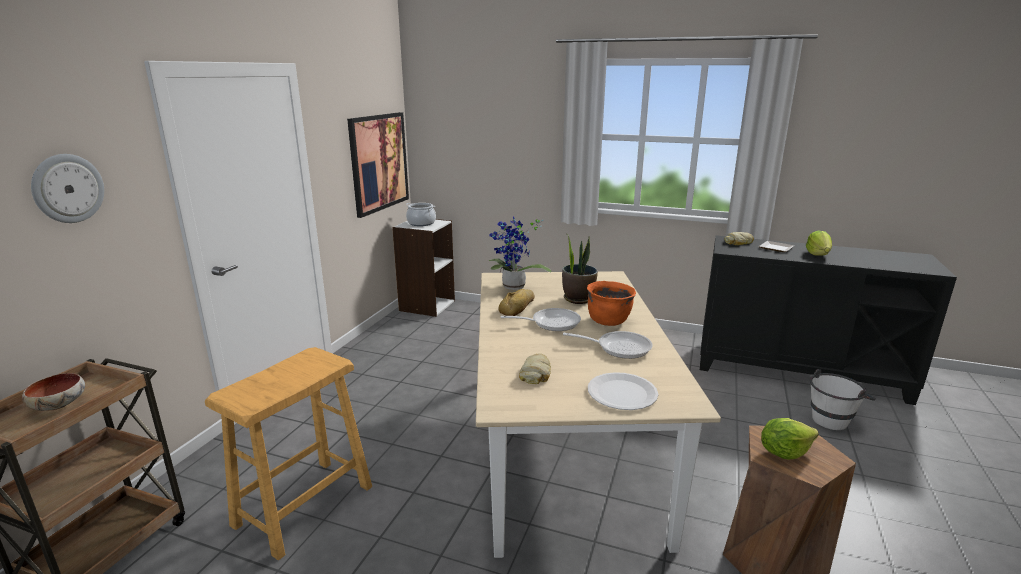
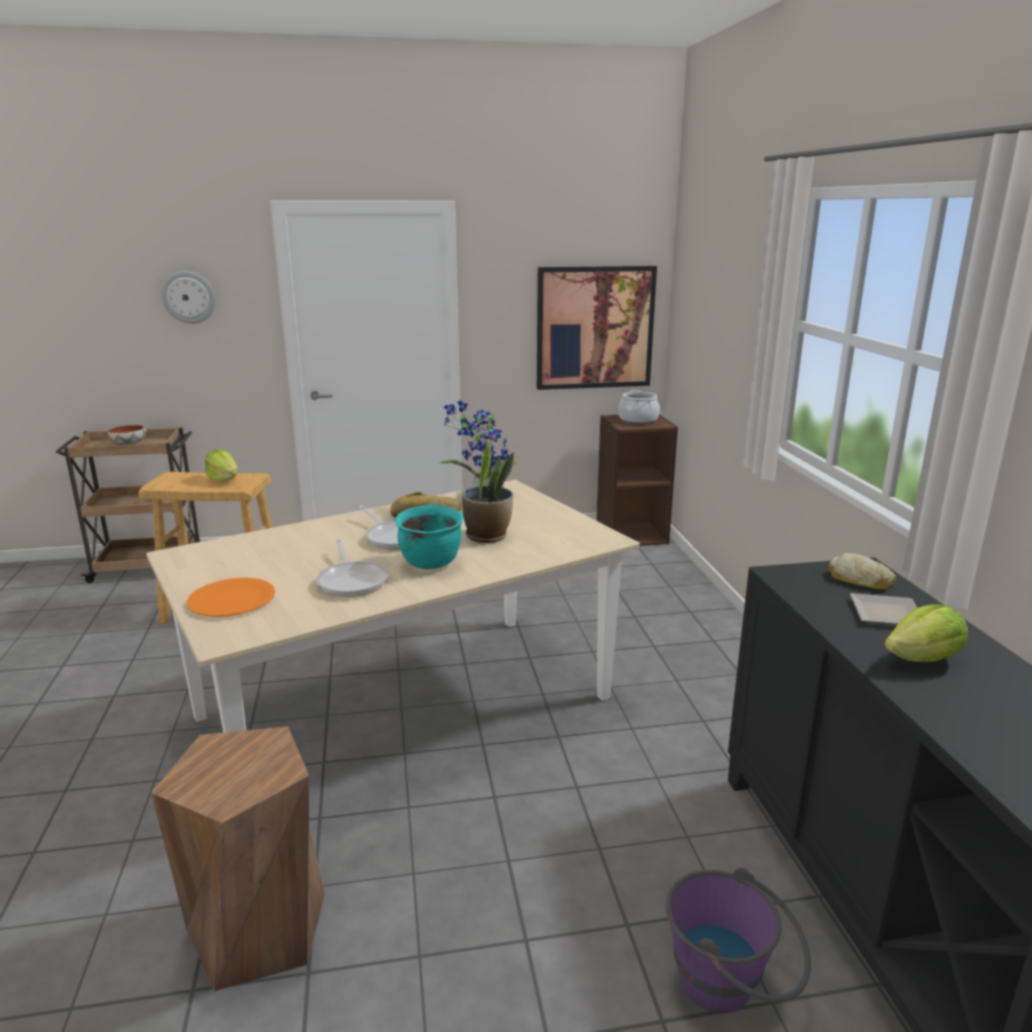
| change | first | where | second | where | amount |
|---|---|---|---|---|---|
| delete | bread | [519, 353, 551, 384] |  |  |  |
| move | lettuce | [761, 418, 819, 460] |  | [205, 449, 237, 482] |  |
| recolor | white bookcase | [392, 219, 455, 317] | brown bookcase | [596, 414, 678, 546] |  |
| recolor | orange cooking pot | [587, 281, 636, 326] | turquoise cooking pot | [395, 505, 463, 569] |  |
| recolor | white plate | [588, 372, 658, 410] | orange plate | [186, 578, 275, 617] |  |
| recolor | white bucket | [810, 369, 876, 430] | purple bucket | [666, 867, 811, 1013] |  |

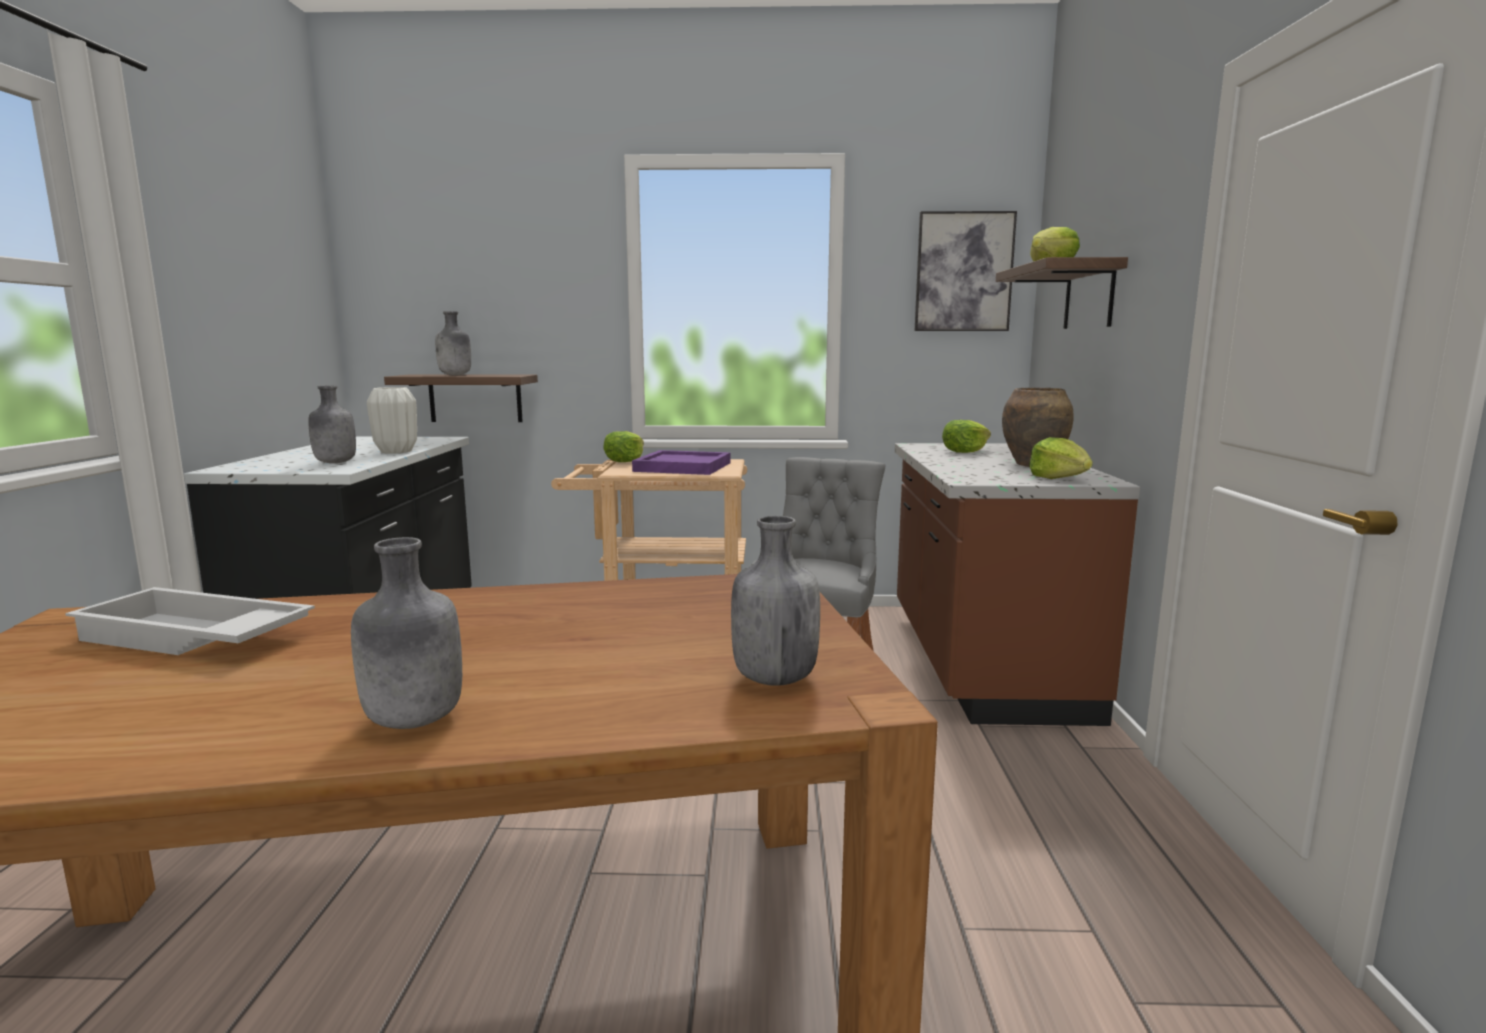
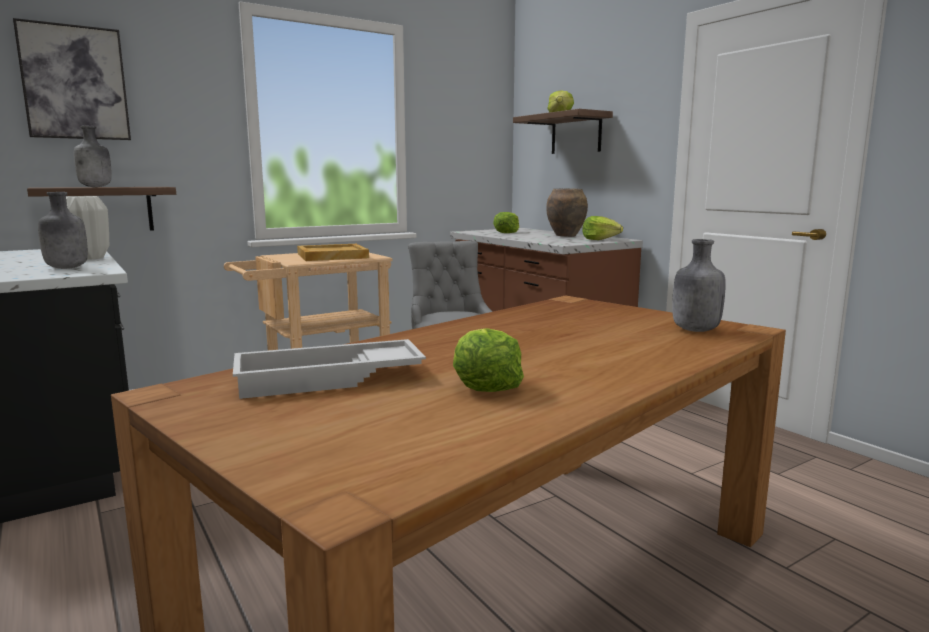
| change | first | where | second | where | amount |
|---|---|---|---|---|---|
| delete | grey bottle | [351, 537, 462, 729] |  |  |  |
| move | lettuce | [603, 431, 644, 462] |  | [453, 328, 524, 392] |  |
| move | picture | [915, 211, 1017, 331] |  | [13, 18, 131, 140] |  |
| recolor | purple tray | [632, 450, 731, 475] | beige tray | [297, 244, 369, 261] |  |

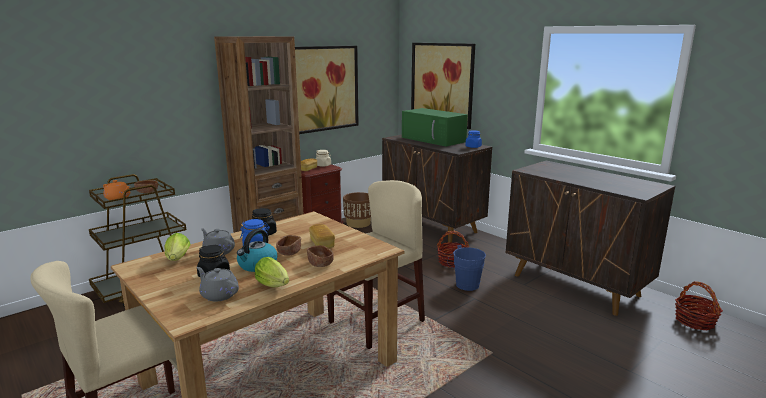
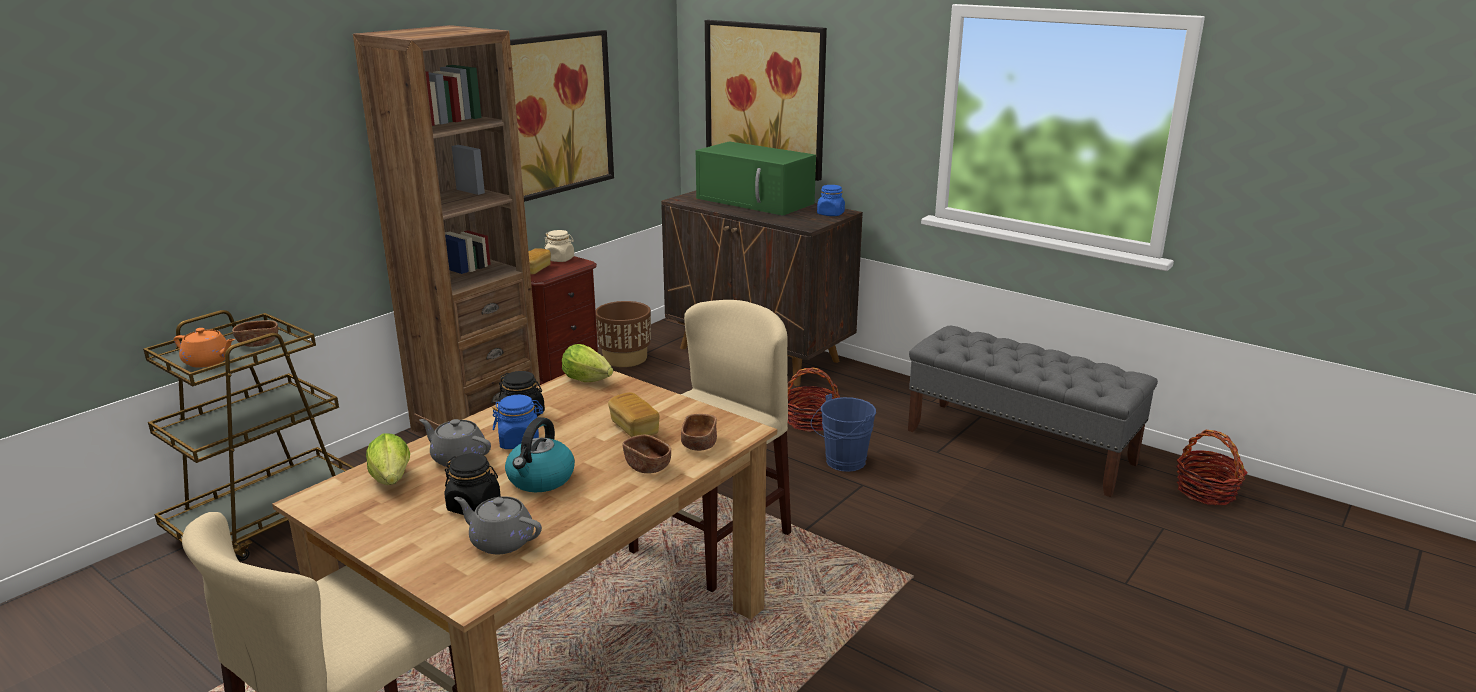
| change | first | where | second | where | amount |
|---|---|---|---|---|---|
| move | lettuce | [255, 257, 289, 287] |  | [562, 344, 613, 382] |  |
| move | brown bowl | [276, 235, 301, 256] |  | [681, 414, 717, 451] |  |
| replace | brown cabinet | [506, 161, 675, 316] | grey bench | [908, 326, 1158, 497] |  |

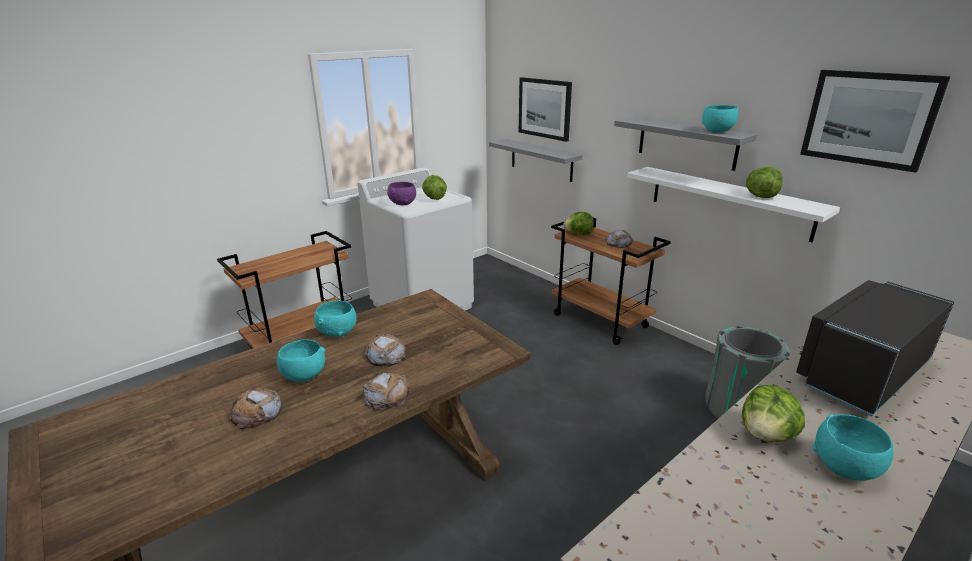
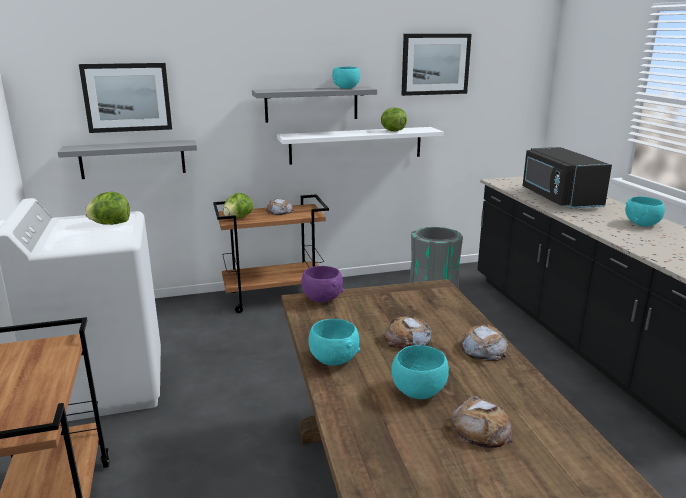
| change | first | where | second | where | amount |
|---|---|---|---|---|---|
| delete | lettuce | [742, 385, 805, 442] |  |  |  |
| move | purple bowl | [387, 182, 416, 205] |  | [301, 266, 344, 302] |  |

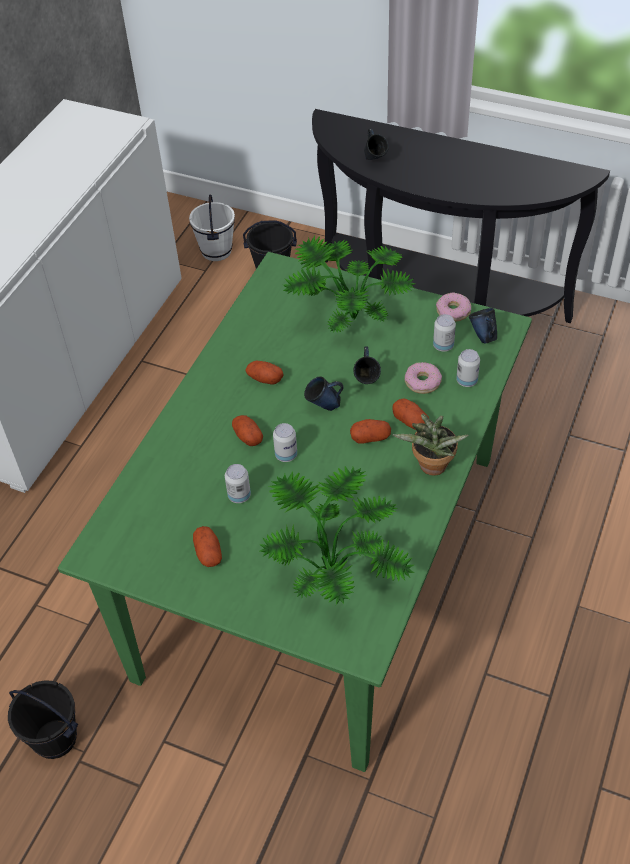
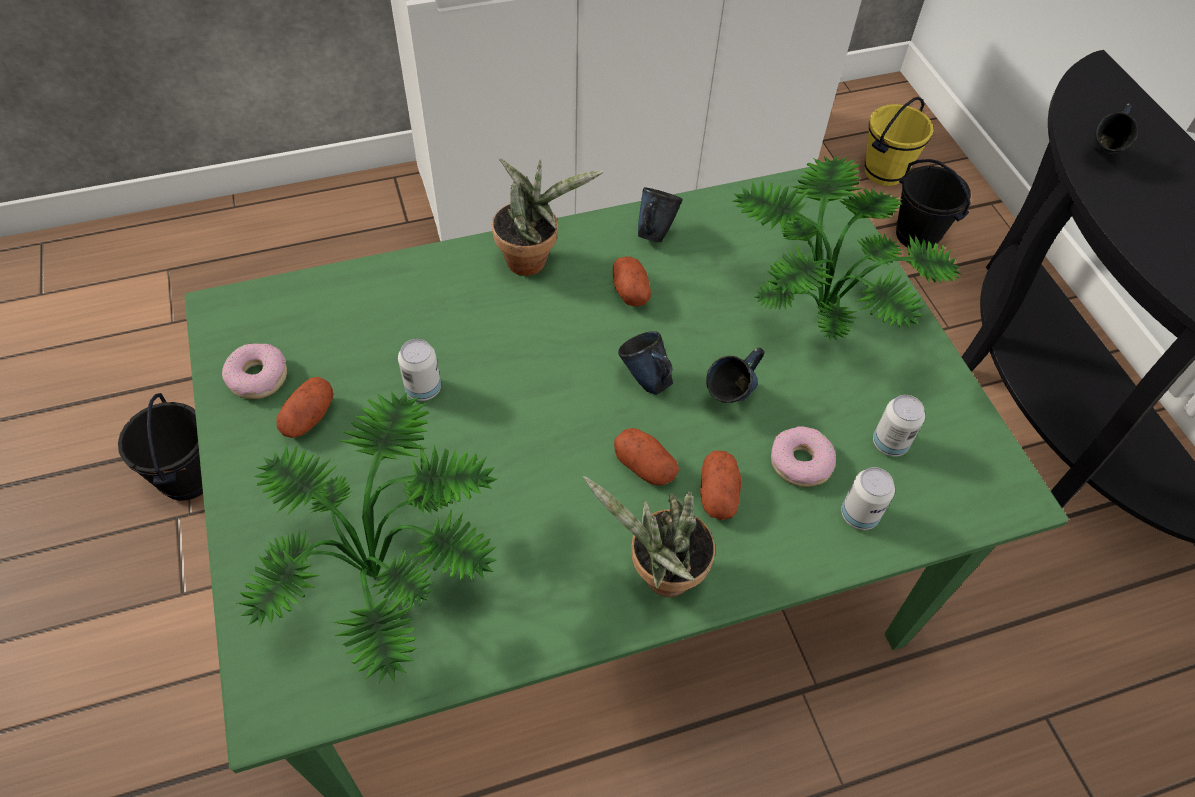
| change | first | where | second | where | amount |
|---|---|---|---|---|---|
| delete | potato | [232, 415, 263, 446] |  |  |  |
| delete | can | [273, 423, 297, 462] |  |  |  |
| insert |  |  | potted plant | [492, 159, 603, 276] |  |
| move | donut | [436, 293, 471, 322] |  | [222, 343, 287, 399] |  |
| move | blue mug | [469, 308, 497, 344] |  | [638, 187, 683, 242] |  |
| recolor | white bucket | [189, 194, 235, 261] | yellow bucket | [865, 97, 933, 186] |  |

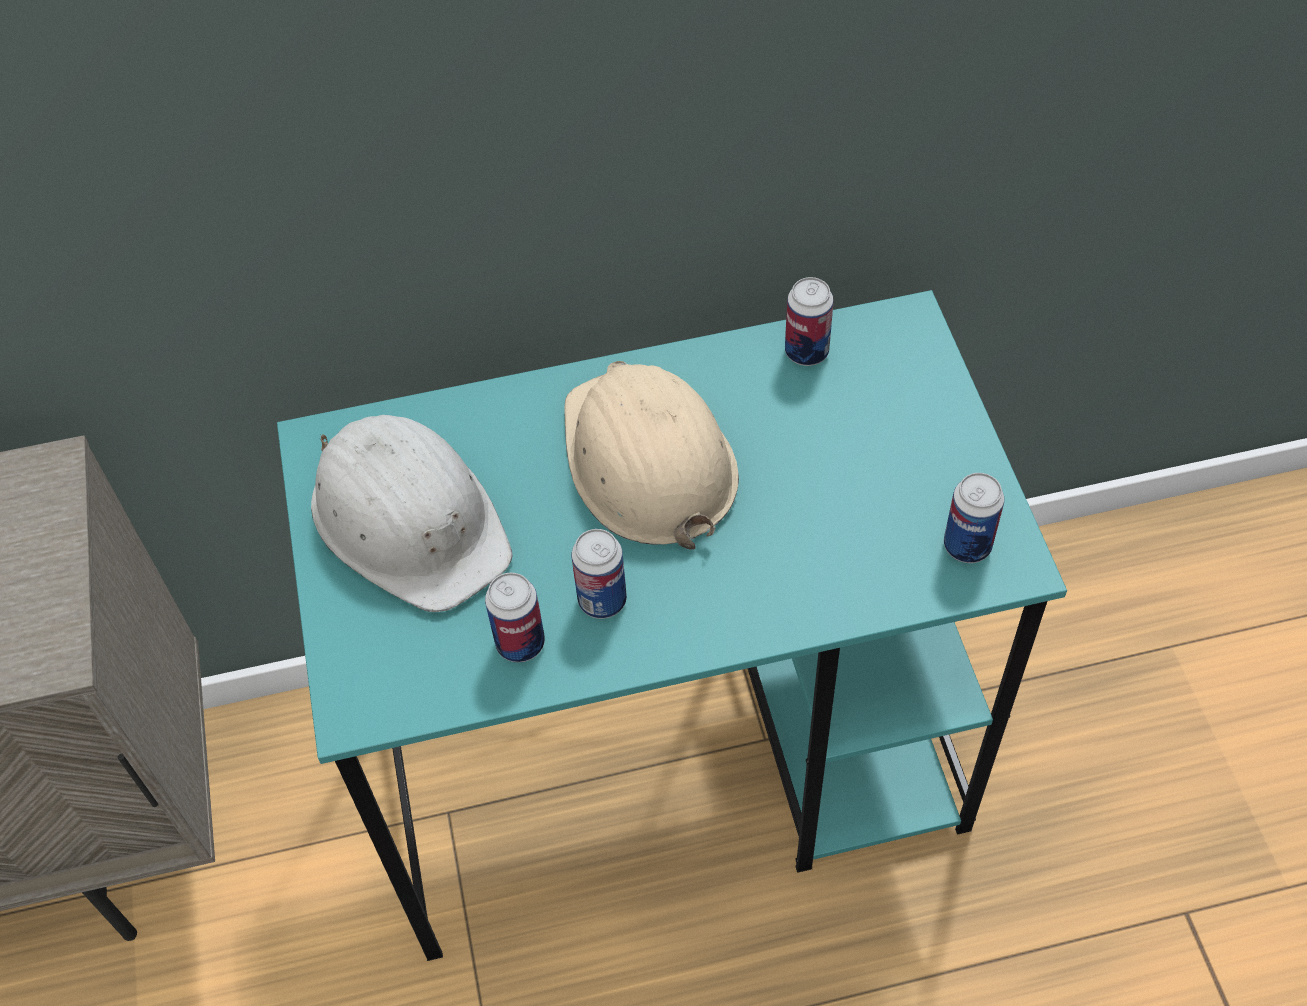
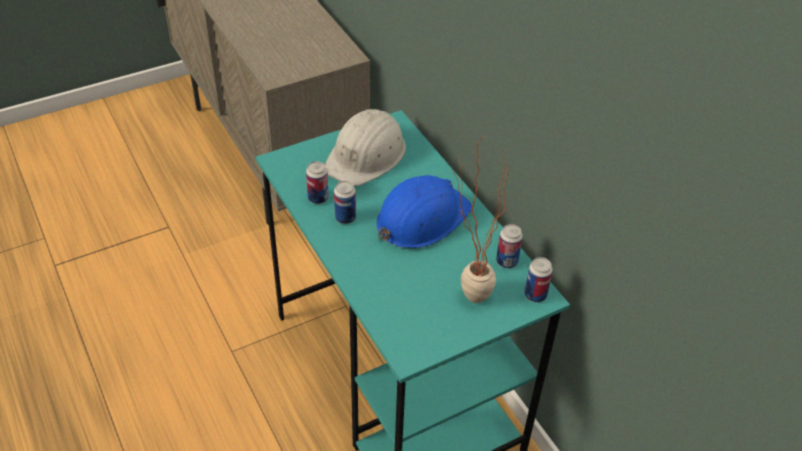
| change | first | where | second | where | amount |
|---|---|---|---|---|---|
| insert |  |  | potted plant | [451, 136, 509, 303] |  |
| move | can | [944, 473, 1004, 563] |  | [524, 257, 553, 303] |  |
| recolor | beige hard hat | [564, 361, 739, 550] | blue hard hat | [376, 175, 472, 248] |  |

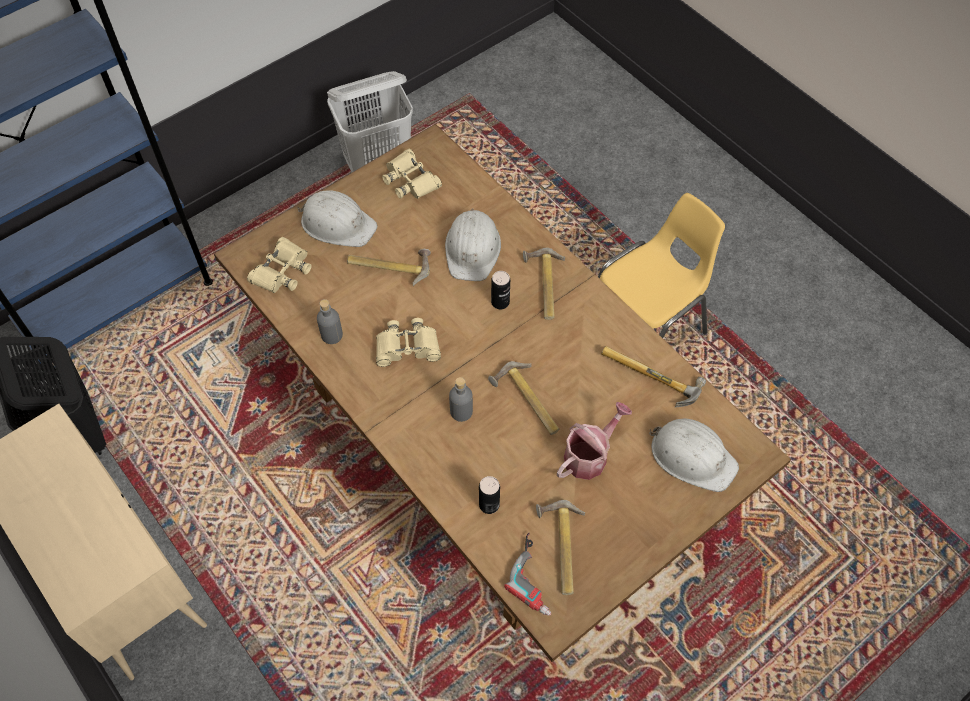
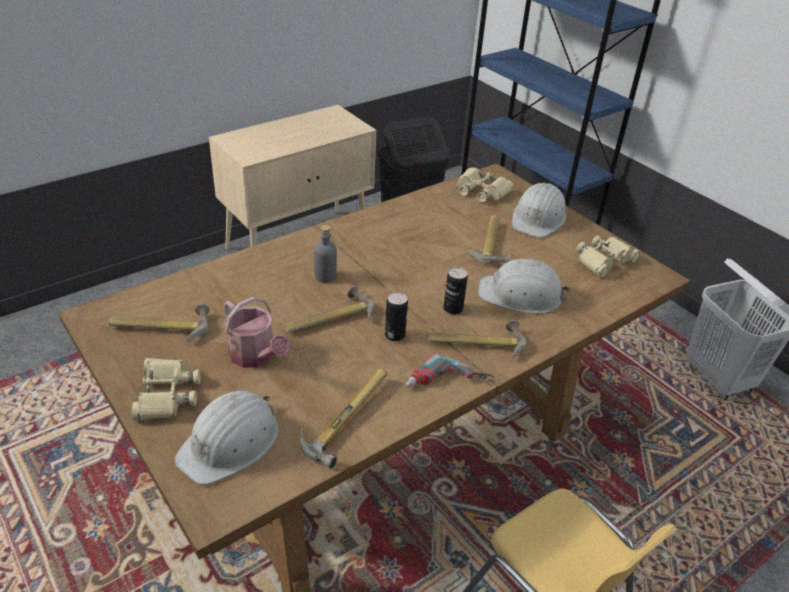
| change | first | where | second | where | amount |
|---|---|---|---|---|---|
| delete | grey bottle | [317, 299, 343, 344] |  |  |  |
| move | beige binoculars | [376, 318, 441, 367] |  | [131, 358, 201, 421] |  |
| move | can | [479, 476, 500, 514] |  | [385, 292, 408, 341] |  |
| move | power drill | [504, 533, 551, 616] |  | [406, 353, 495, 387] |  |

